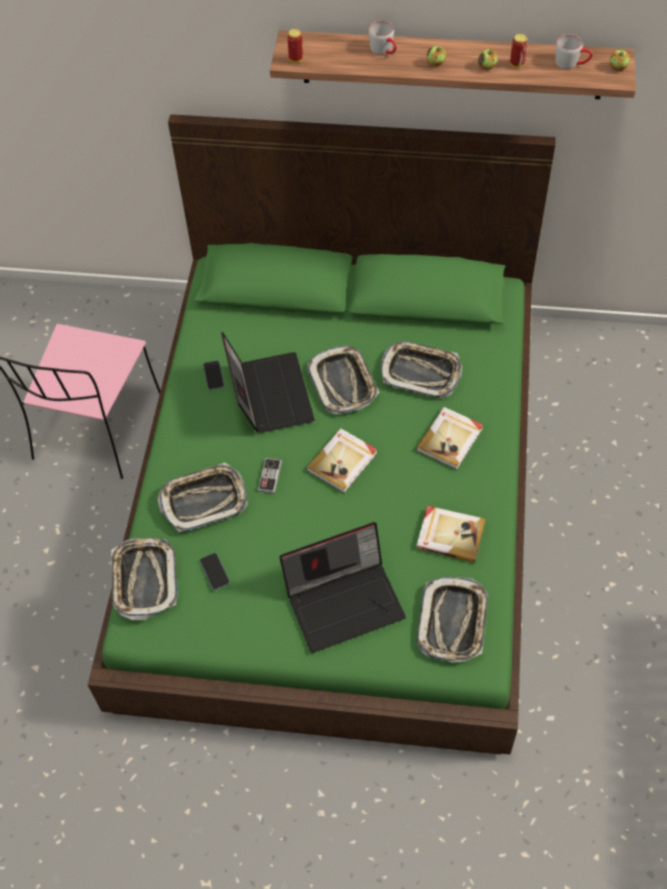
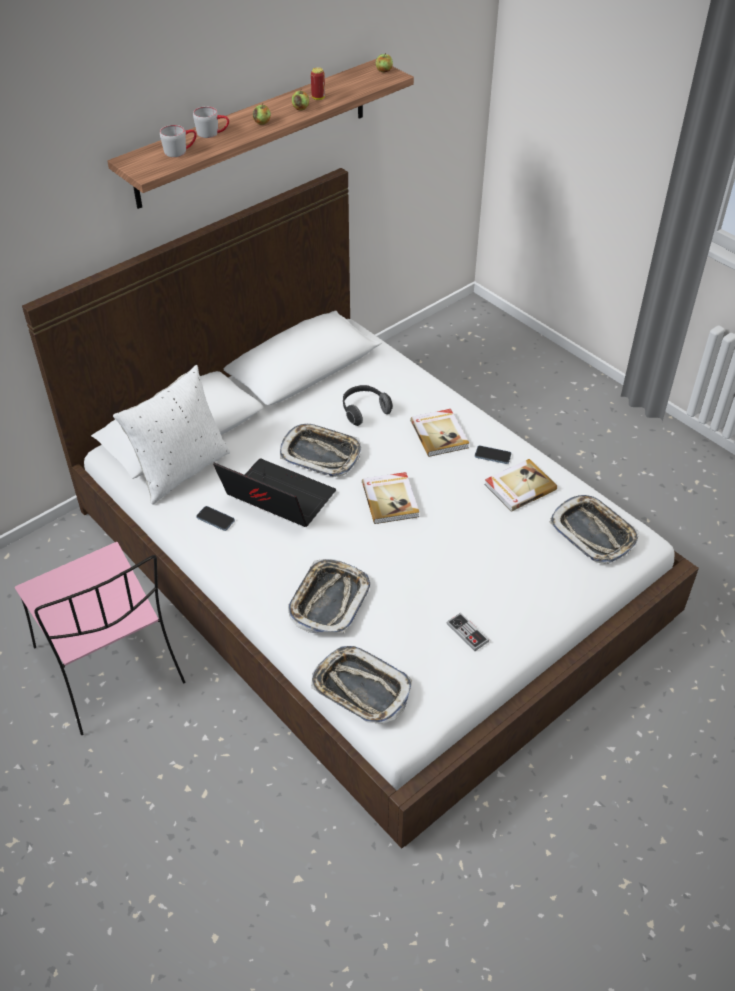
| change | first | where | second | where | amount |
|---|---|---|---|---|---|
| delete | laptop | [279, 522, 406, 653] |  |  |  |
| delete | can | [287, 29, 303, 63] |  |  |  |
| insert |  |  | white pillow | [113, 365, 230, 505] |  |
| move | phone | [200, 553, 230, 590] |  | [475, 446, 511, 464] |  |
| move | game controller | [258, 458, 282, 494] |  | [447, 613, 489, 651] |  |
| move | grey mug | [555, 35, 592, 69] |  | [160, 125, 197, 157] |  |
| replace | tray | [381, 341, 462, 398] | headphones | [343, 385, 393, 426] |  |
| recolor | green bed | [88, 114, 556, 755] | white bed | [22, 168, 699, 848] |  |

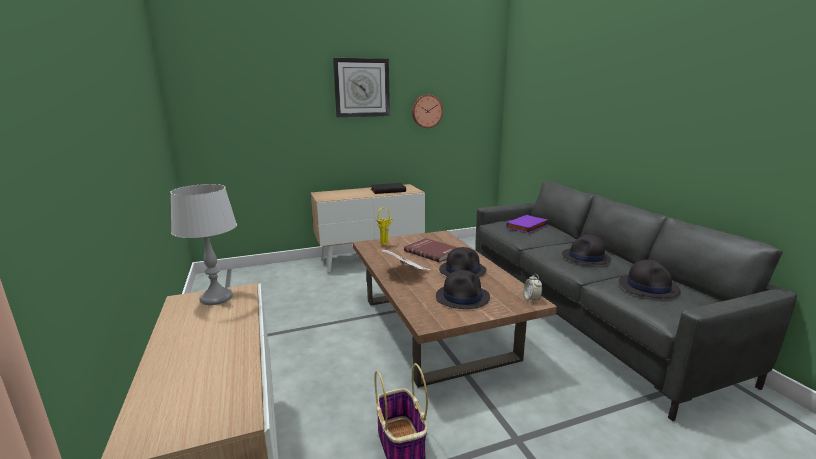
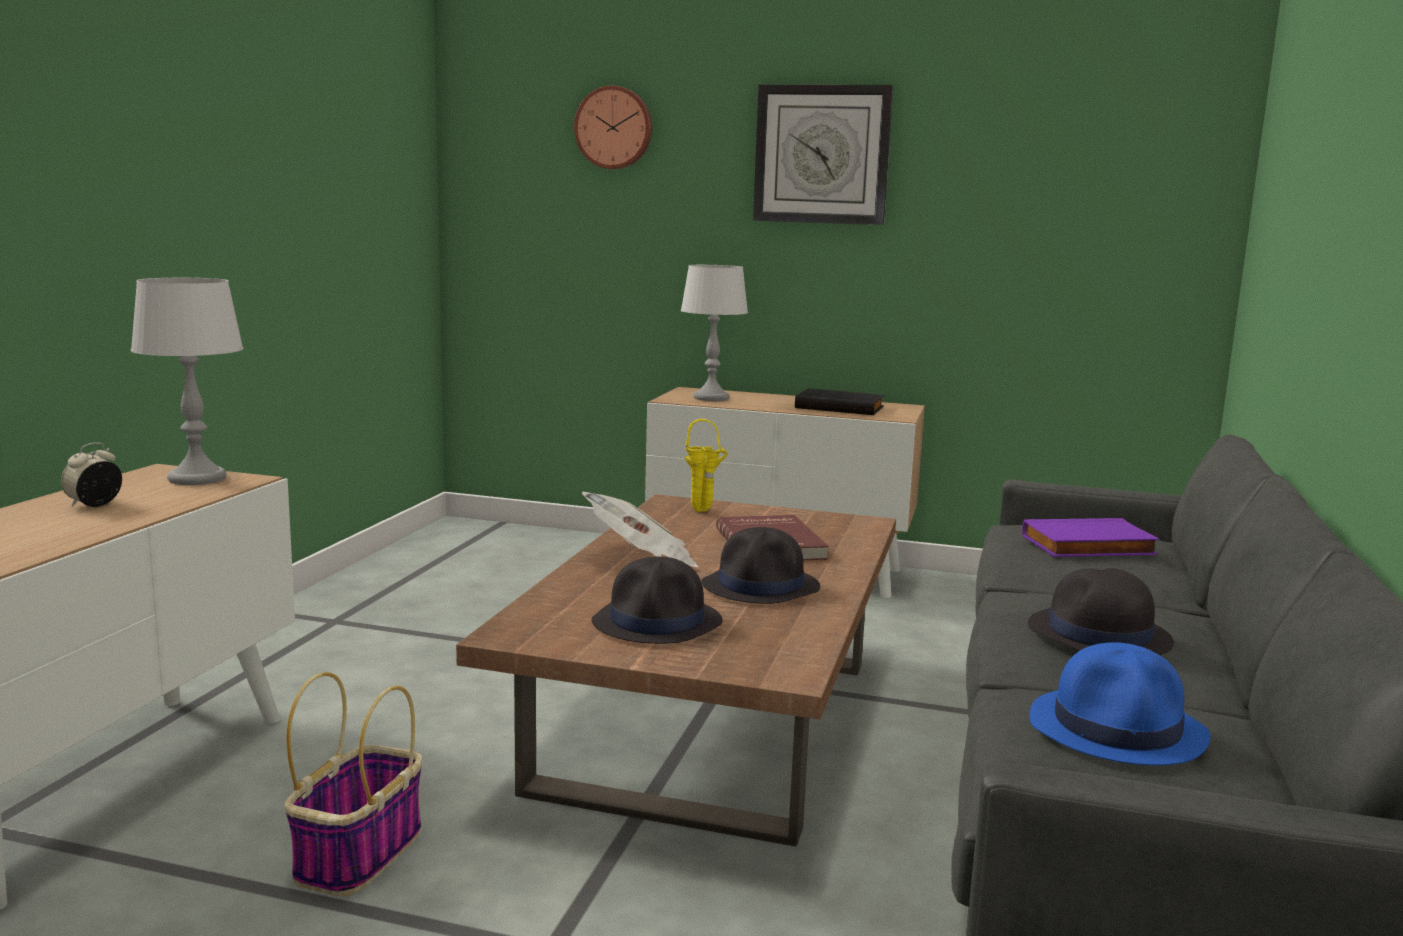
| change | first | where | second | where | amount |
|---|---|---|---|---|---|
| insert |  |  | grey table lamp | [681, 265, 748, 401] |  |
| move | wall clock | [412, 95, 443, 128] |  | [574, 86, 652, 169] |  |
| move | alarm clock | [523, 274, 542, 302] |  | [61, 442, 122, 507] |  |
| recolor | black hat | [619, 260, 681, 298] | blue hat | [1029, 642, 1211, 765] |  |

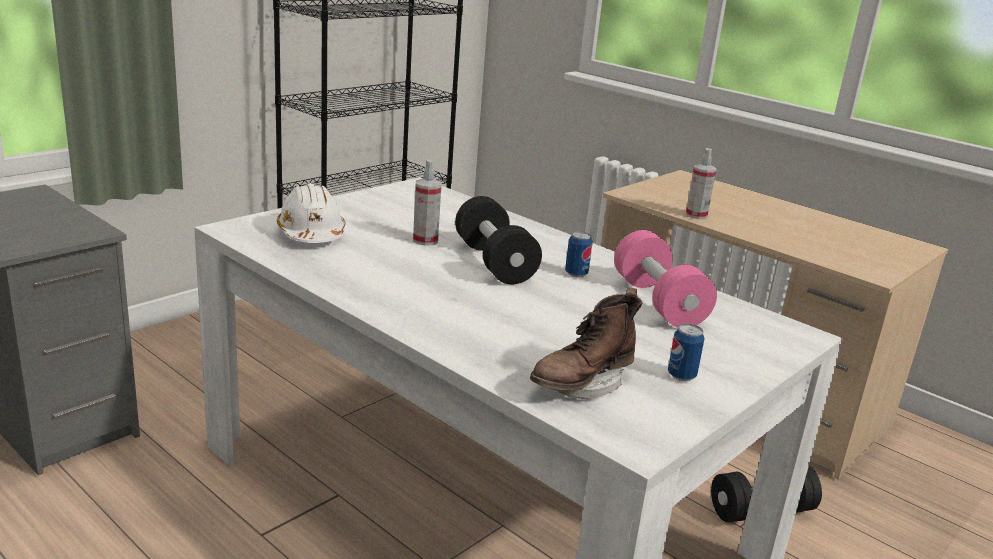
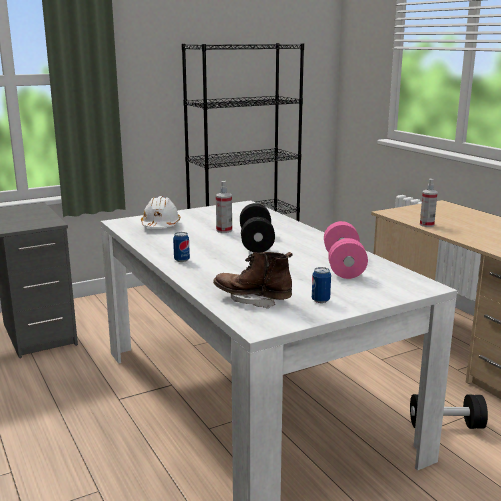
| change | first | where | second | where | amount |
|---|---|---|---|---|---|
| move | can | [565, 231, 593, 277] |  | [173, 232, 190, 262] |  |
| rotate | brown boot | [530, 288, 642, 399] |  | [213, 252, 293, 309] | 45 degrees clockwise |

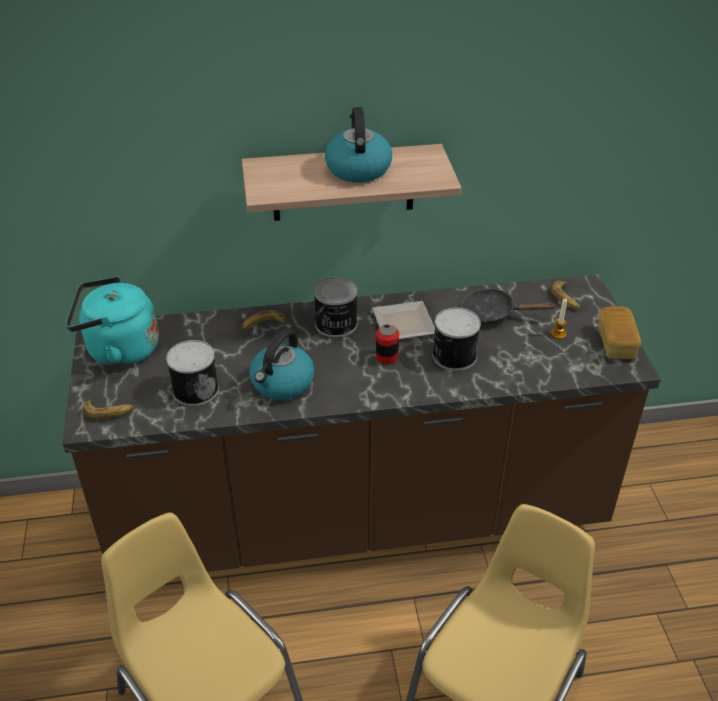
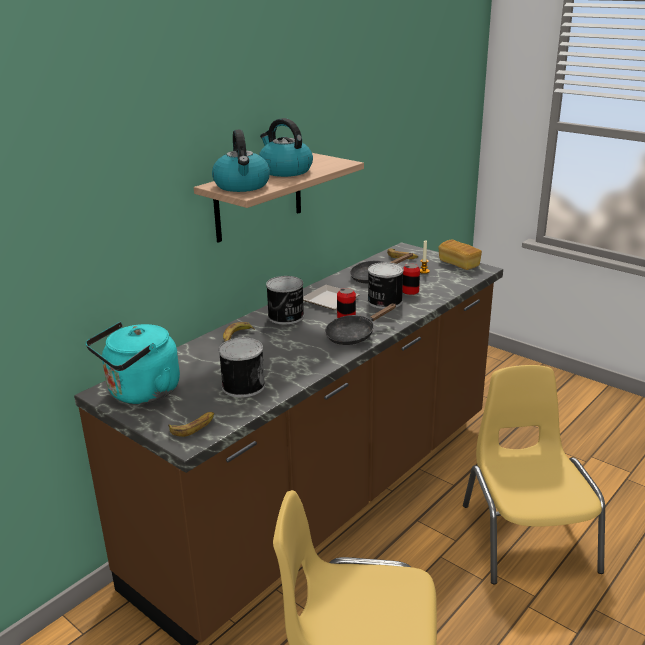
| change | first | where | second | where | amount |
|---|---|---|---|---|---|
| insert |  |  | black frying pan | [325, 304, 397, 345] |  |
| insert |  |  | can | [402, 264, 420, 295] |  |
| move | kettle | [249, 329, 315, 400] |  | [212, 130, 270, 192] |  |

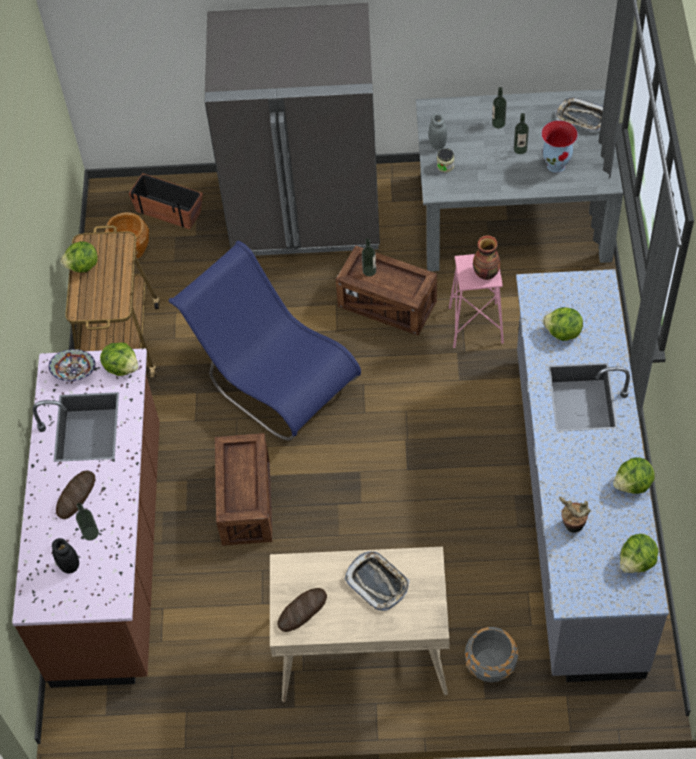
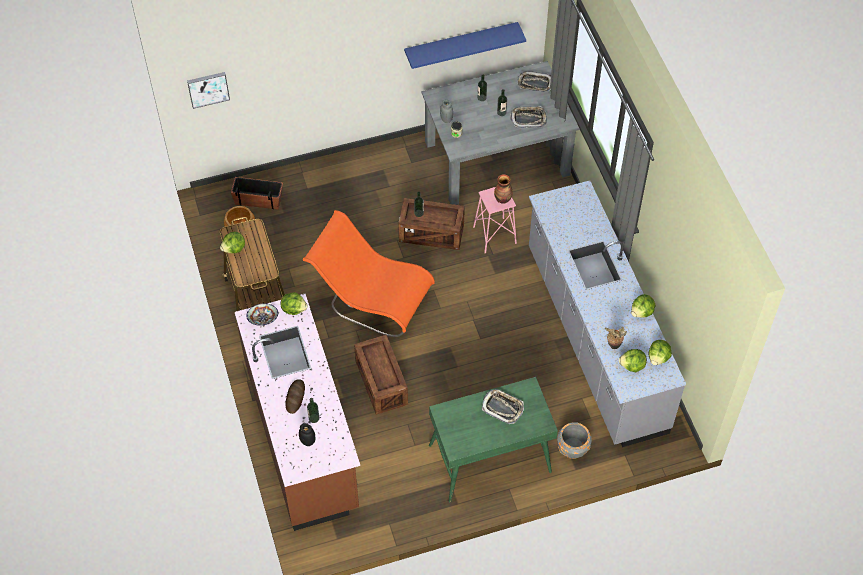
| change | first | where | second | where | amount |
|---|---|---|---|---|---|
| delete | grey fridge | [205, 3, 380, 256] |  |  |  |
| delete | bread | [277, 588, 327, 632] |  |  |  |
| insert |  |  | picture | [187, 72, 230, 109] |  |
| insert |  |  | blue shelf | [404, 22, 526, 69] |  |
| move | lettuce | [543, 307, 583, 341] |  | [619, 349, 647, 373] |  |
| replace | vase | [541, 120, 578, 173] | tray | [510, 106, 547, 128] |  |
| recolor | blue chair | [168, 240, 361, 440] | orange chair | [303, 210, 435, 337] |  |
| recolor | beige desk | [270, 547, 449, 702] | green desk | [429, 377, 558, 502] |  |

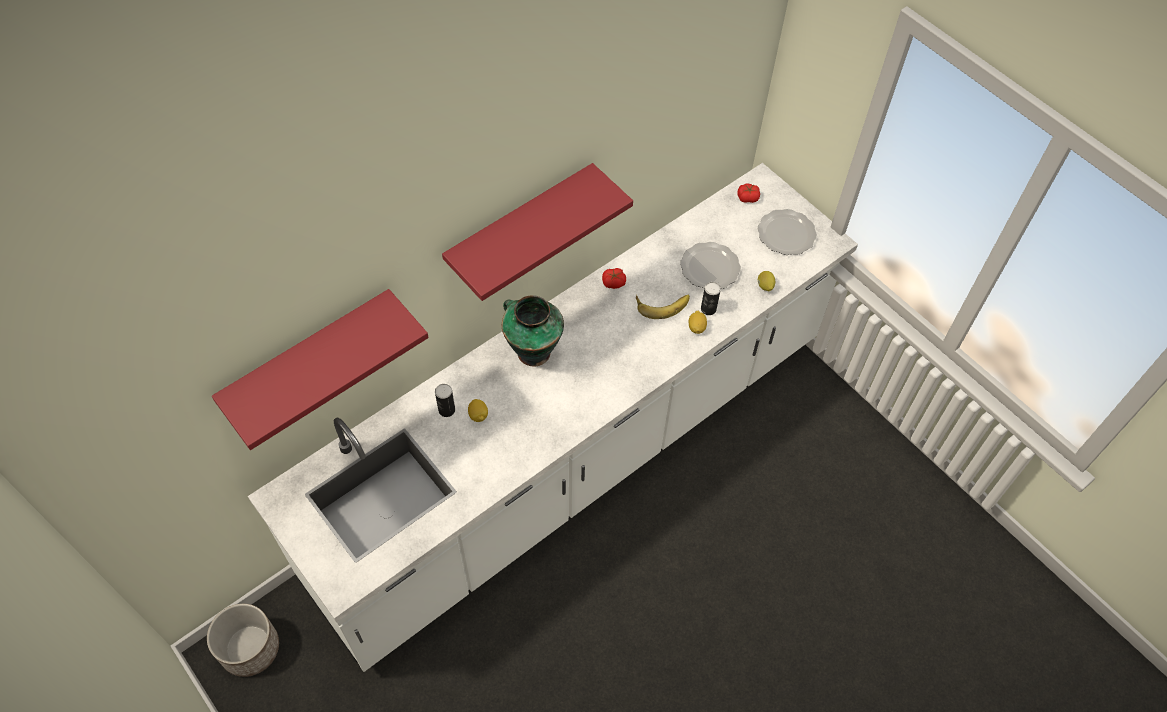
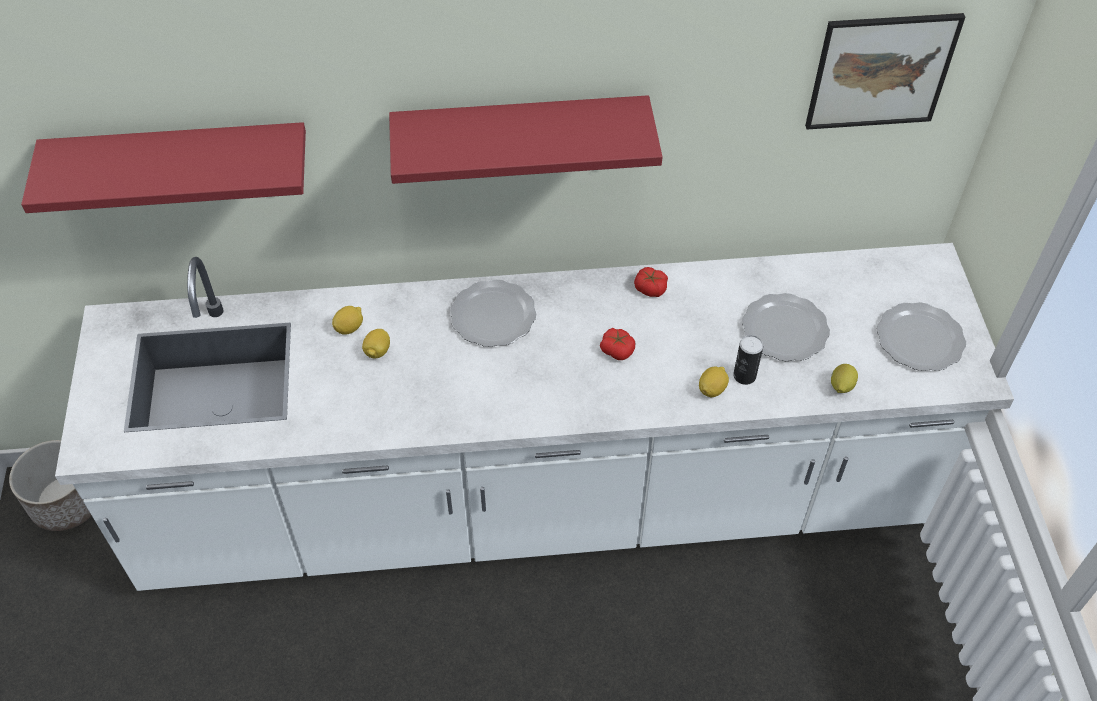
| change | first | where | second | where | amount |
|---|---|---|---|---|---|
| delete | banana | [636, 295, 690, 319] |  |  |  |
| insert |  |  | picture | [805, 13, 965, 130] |  |
| move | tomato | [737, 184, 760, 203] |  | [600, 328, 635, 360] |  |
| replace | can | [435, 384, 455, 417] | lemon | [332, 306, 363, 335] |  |
| replace | vase | [502, 295, 564, 367] | plate | [450, 280, 536, 347] |  |

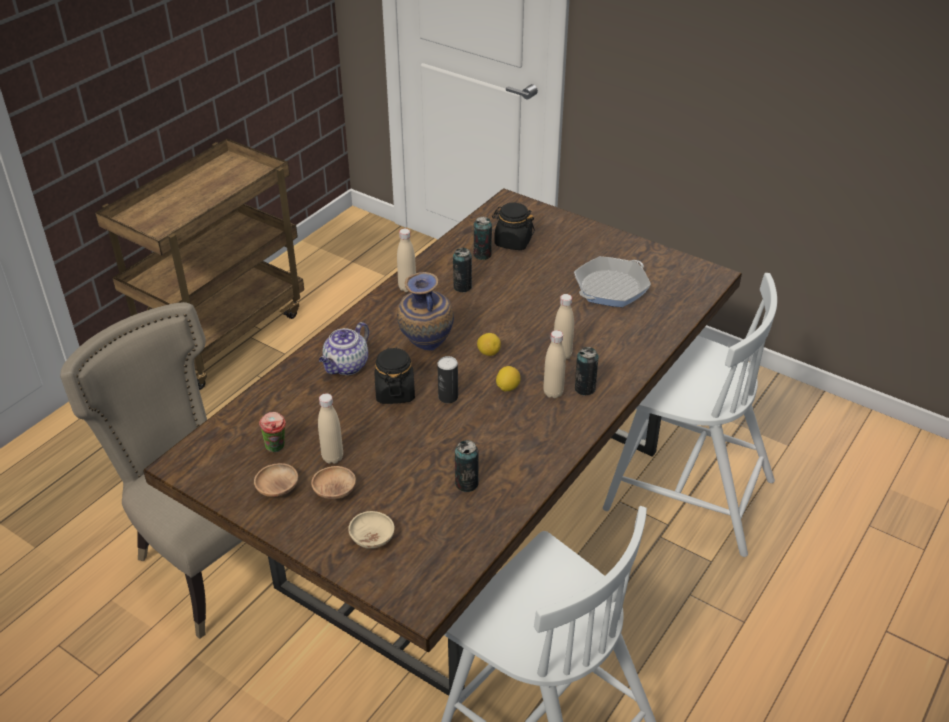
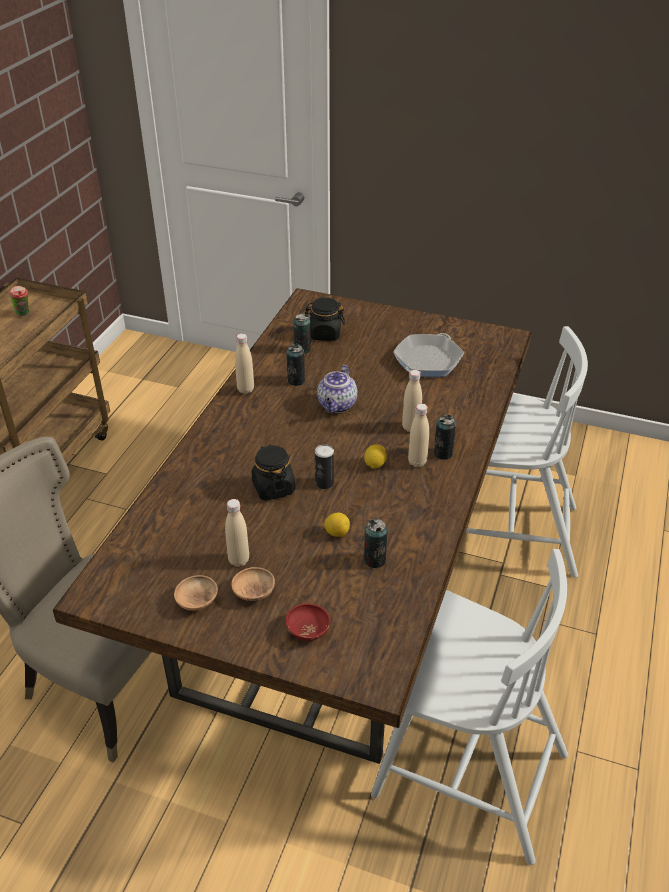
| change | first | where | second | where | amount |
|---|---|---|---|---|---|
| delete | vase | [397, 272, 454, 350] |  |  |  |
| move | cup | [259, 412, 286, 452] |  | [9, 286, 29, 316] |  |
| move | teapot | [319, 322, 369, 375] |  | [317, 365, 358, 413] |  |
| move | lemon | [477, 333, 501, 356] |  | [324, 513, 350, 537] |  |
| recolor | beige bowl | [348, 511, 394, 549] | red bowl | [285, 603, 330, 641] |  |

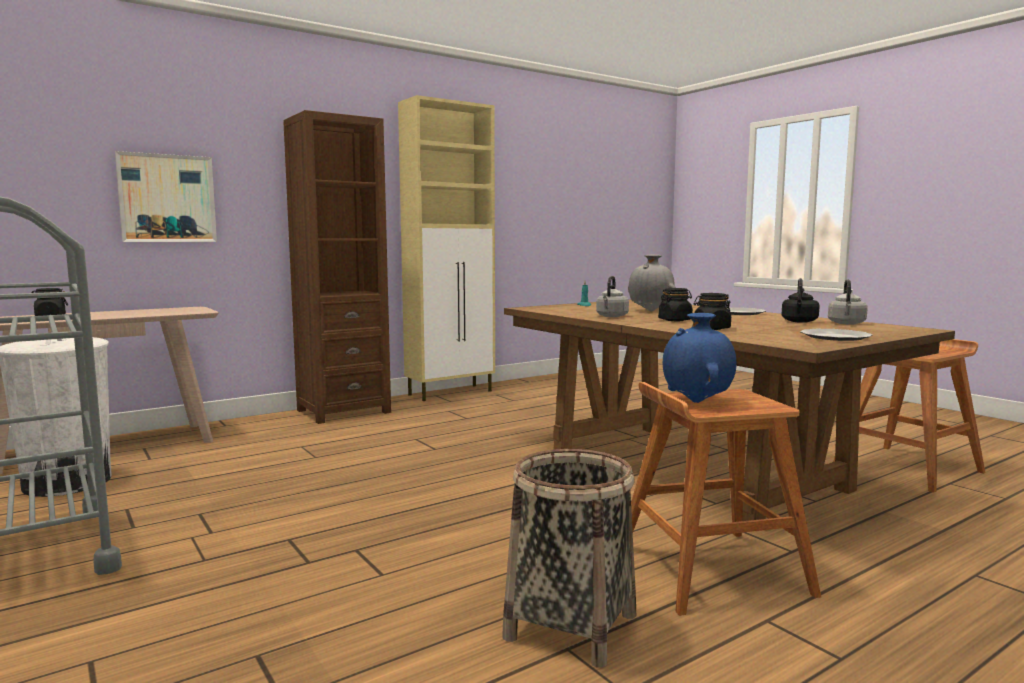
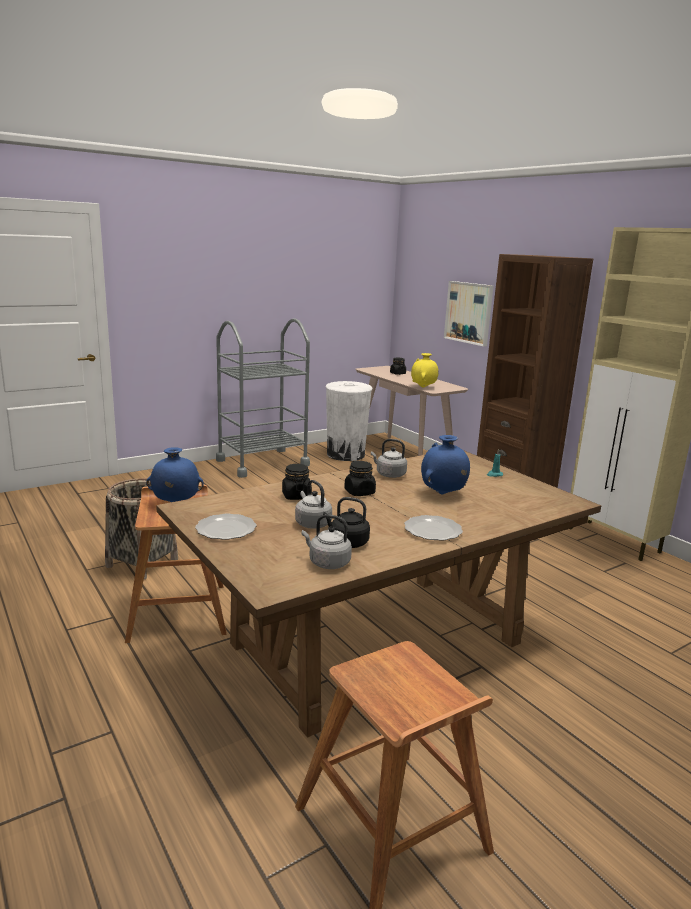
| change | first | where | second | where | amount |
|---|---|---|---|---|---|
| insert |  |  | grey kettle | [295, 480, 332, 529] |  |
| insert |  |  | yellow vase | [411, 353, 439, 388] |  |
| recolor | grey vase | [628, 254, 676, 311] | blue vase | [421, 435, 470, 494] |  |

